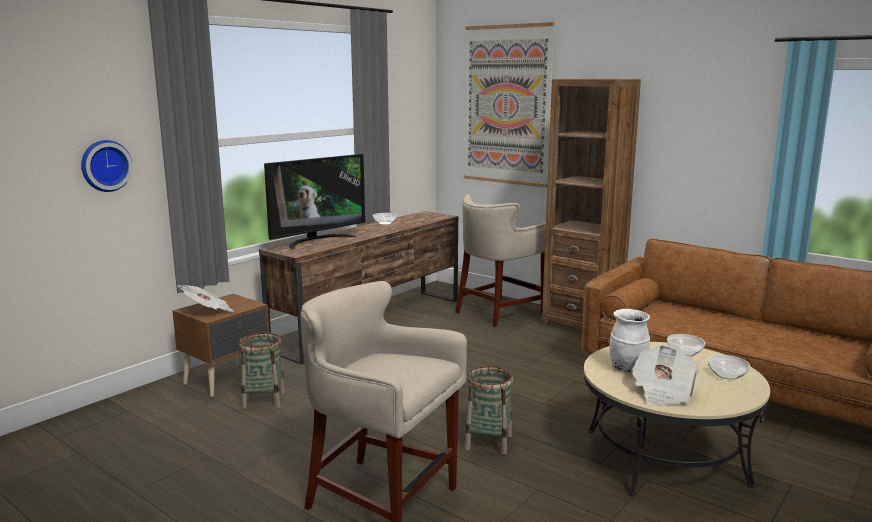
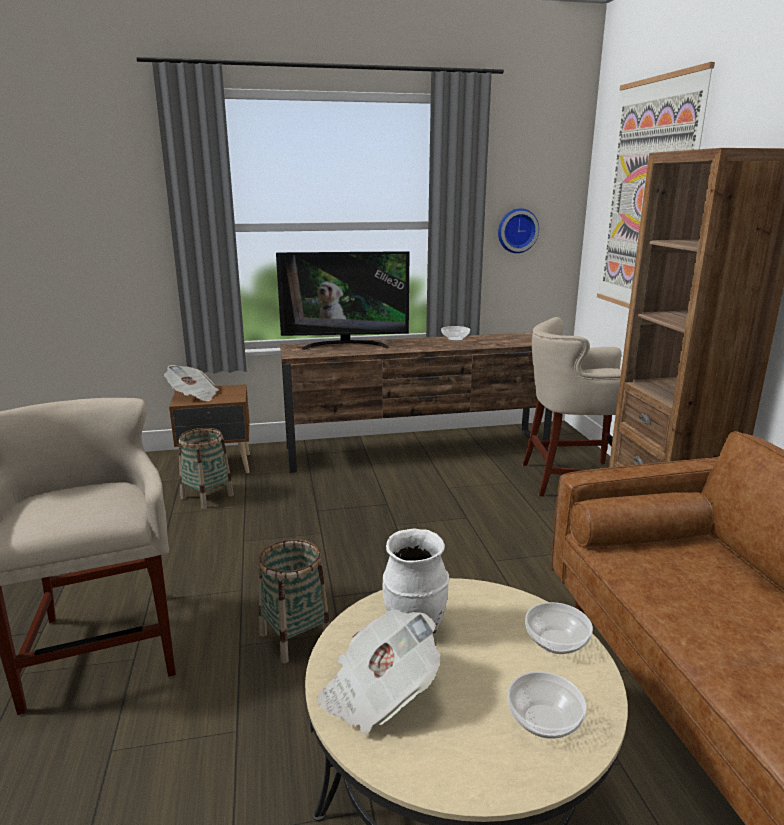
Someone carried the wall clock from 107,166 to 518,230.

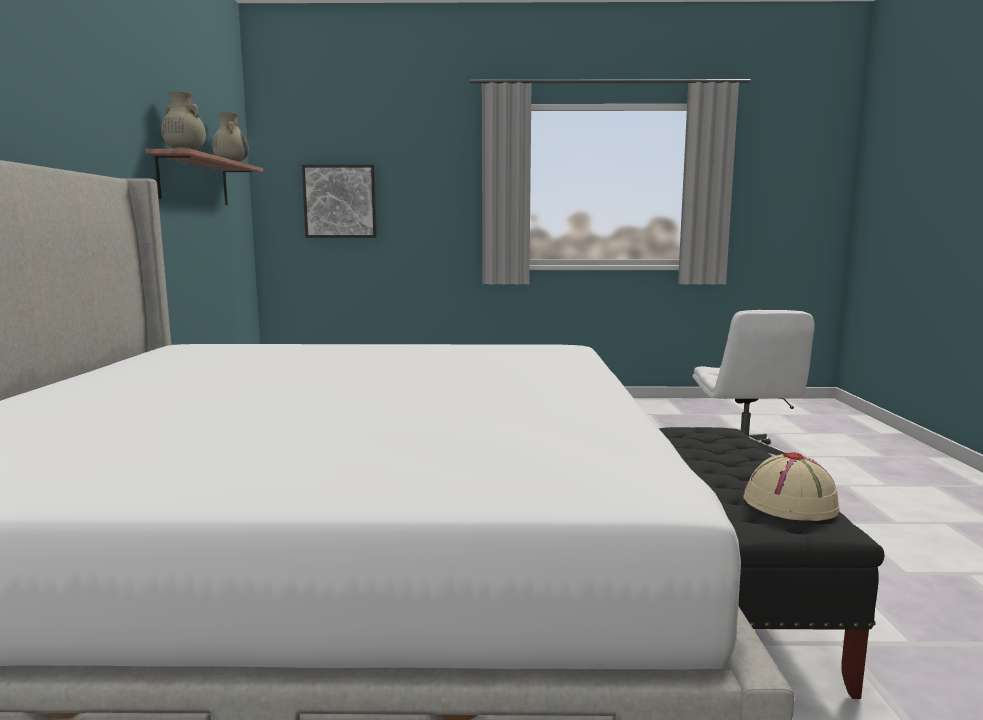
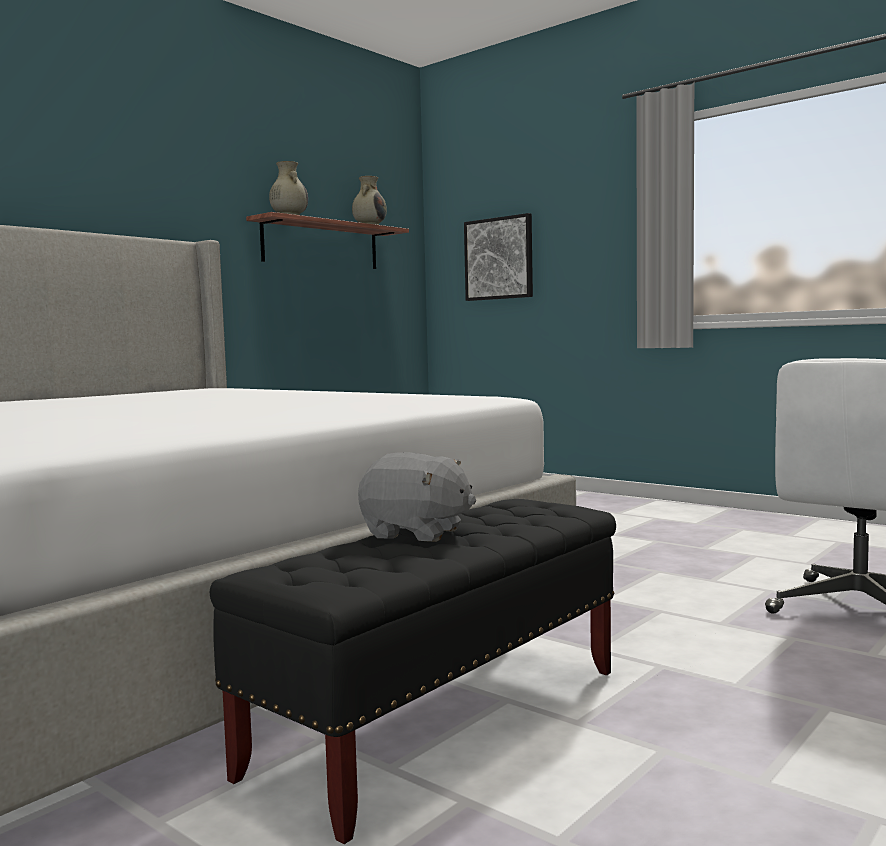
Someone put down the soft toy (greyish) at 417,497. Someone took away the hat (beige-coloured) at 791,486.

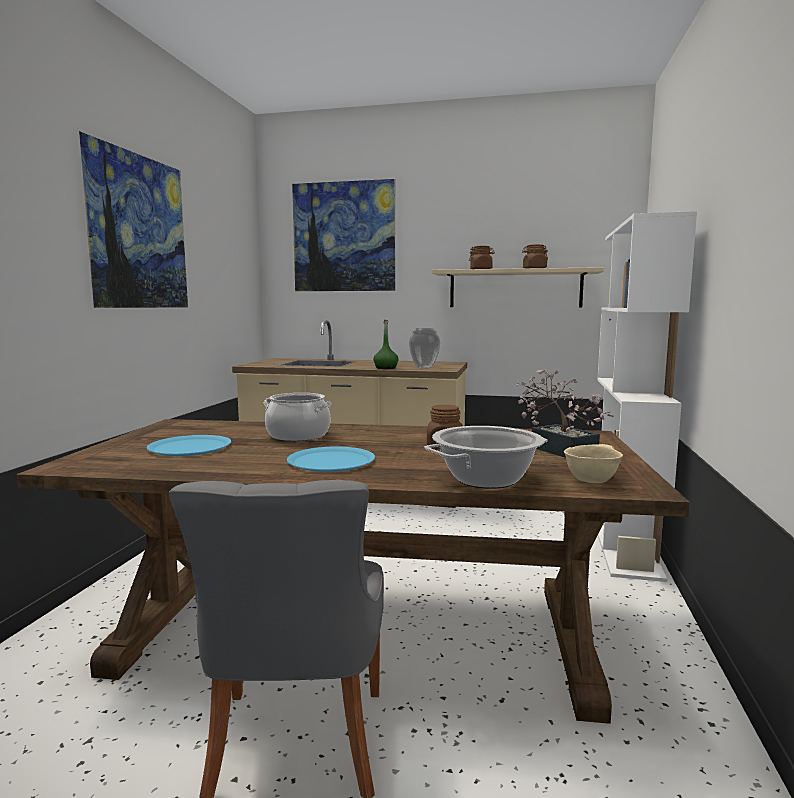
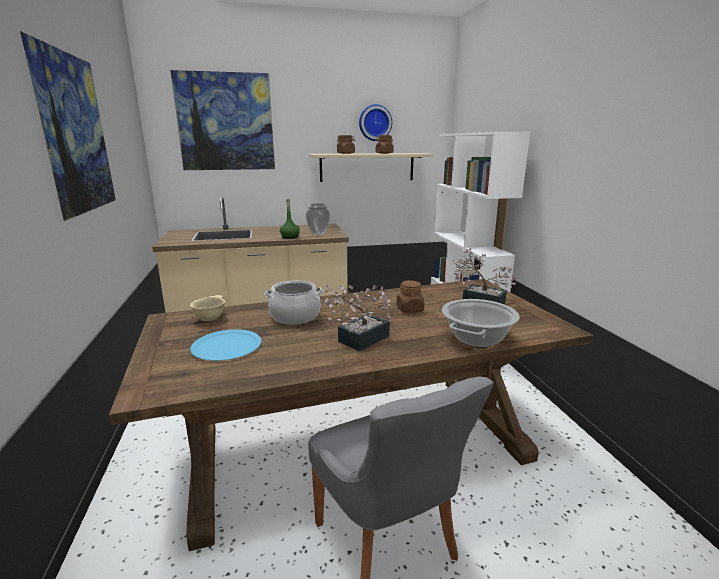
Someone carried the deep dish (beige-coloured) from 593,463 to 207,308. Someone swapped the flat dish (blue-coloured) at 331,459 for the potted plant at 357,317. Someone put up the wall clock at 375,122.

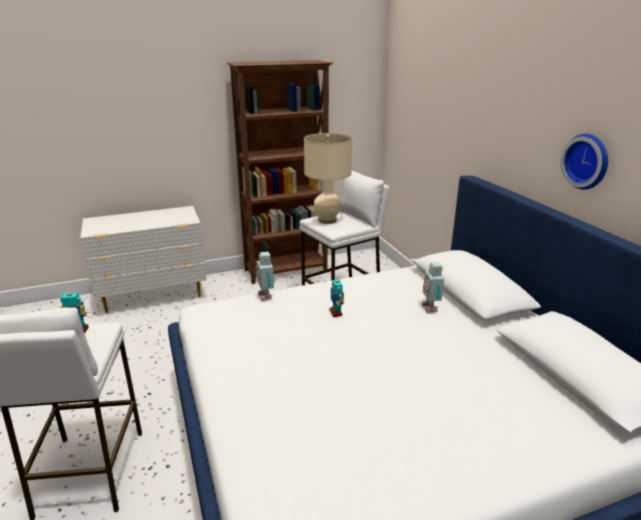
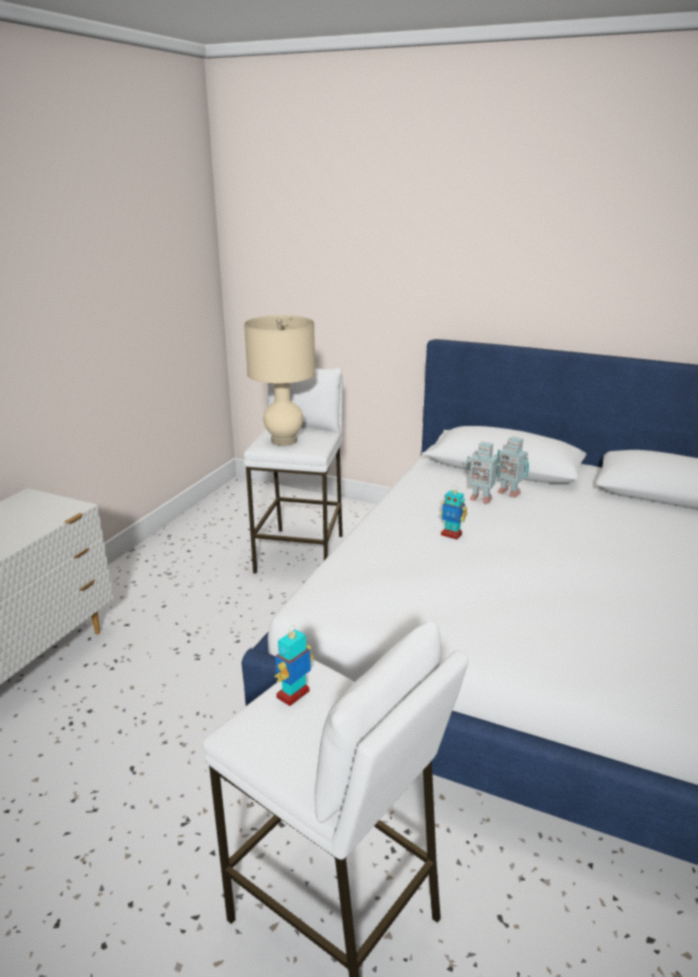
Someone carried the model robot from 265,276 to 483,473. Someone took away the shelving unit (brown) at 280,172. Someone took away the wall clock at 584,162.

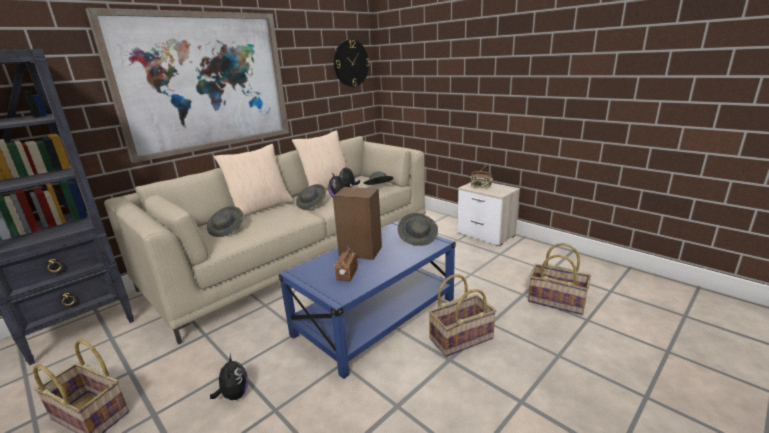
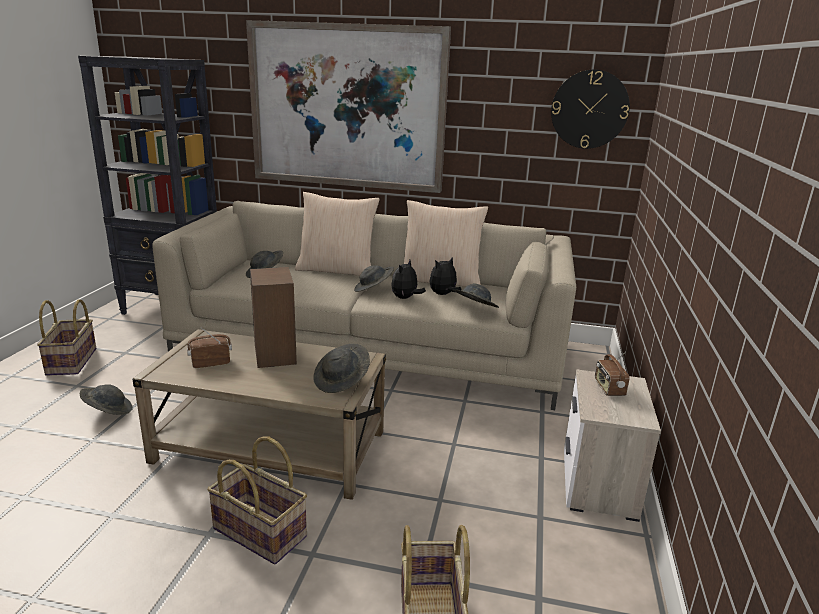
Someone swapped the soft toy at 229,377 for the hat (greyish) at 106,399. Someone repainted the low table (blue-coloured) at 366,300, which became the low table (beige-coloured) at 259,414.

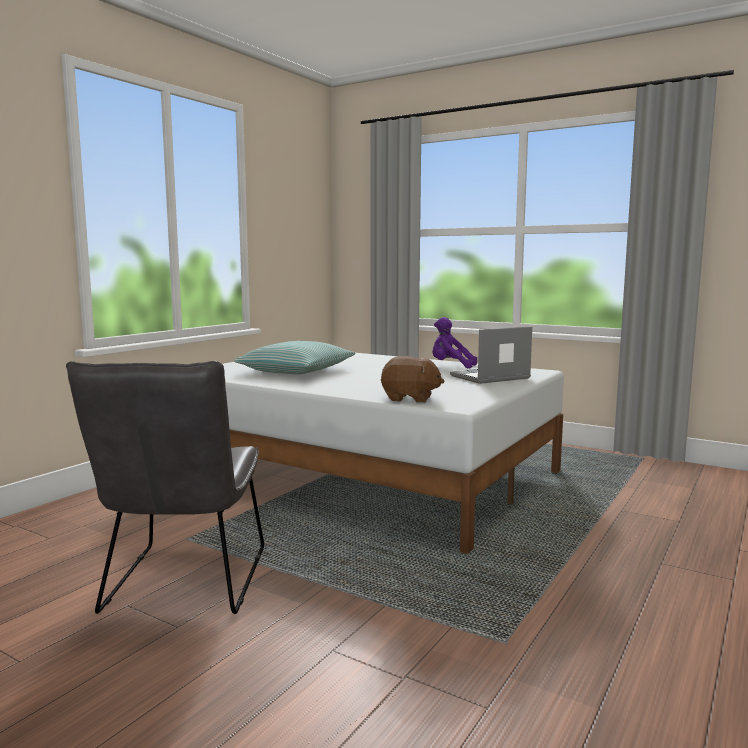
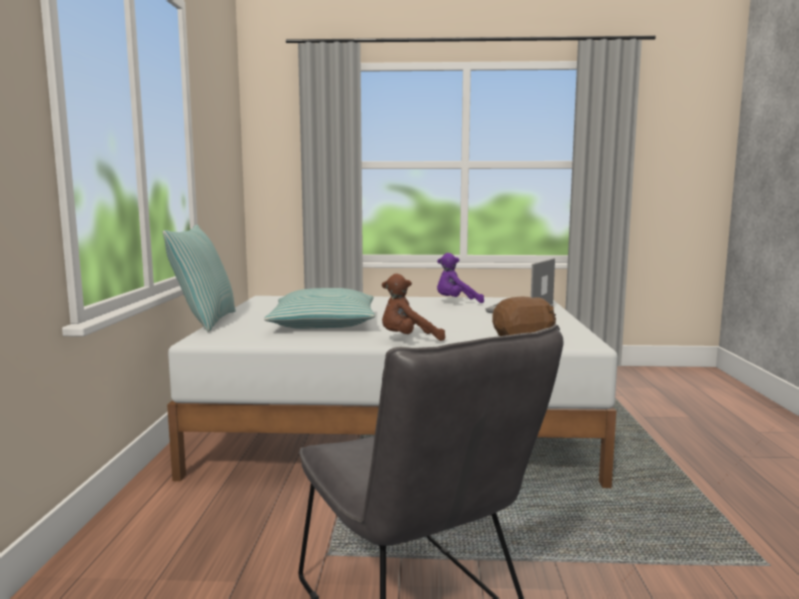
Someone put down the cushion at 199,278. Someone put down the soft toy (brown) at 413,307.

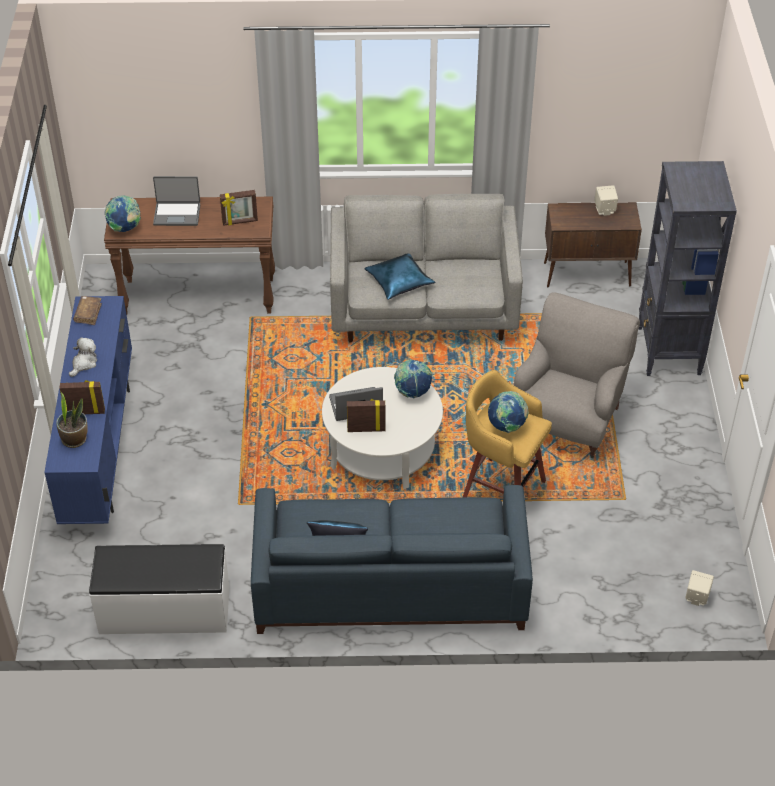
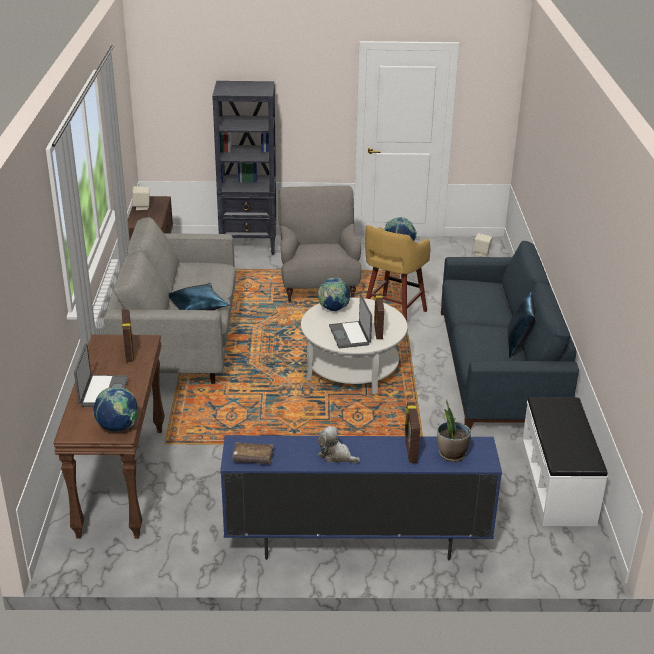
Someone rotated the armchair (greyish) at 577,375 by 60 degrees clockwise.

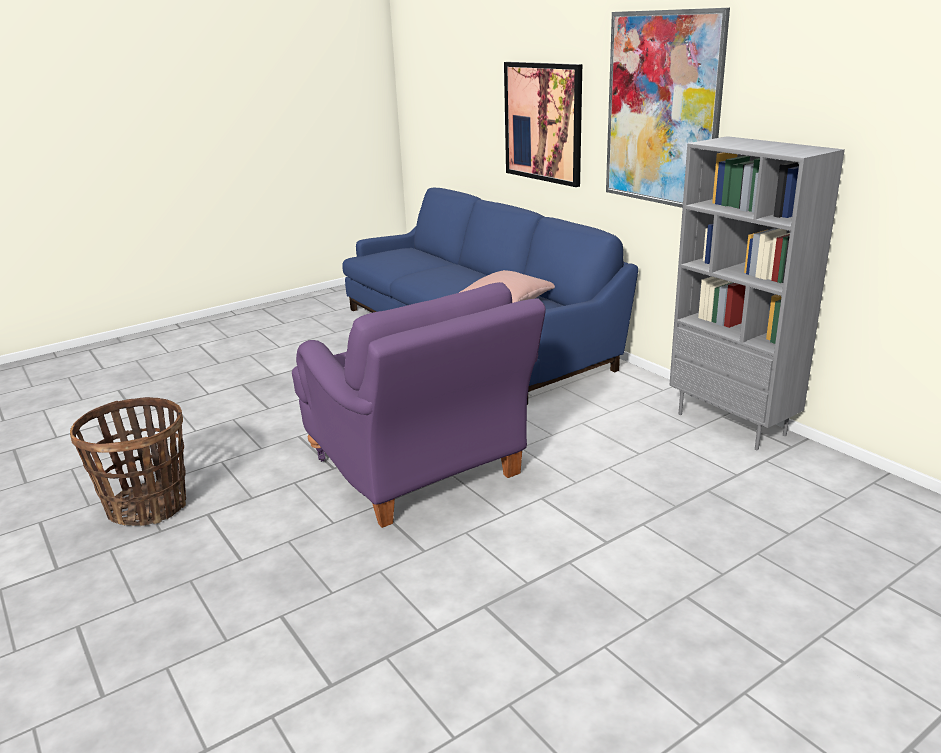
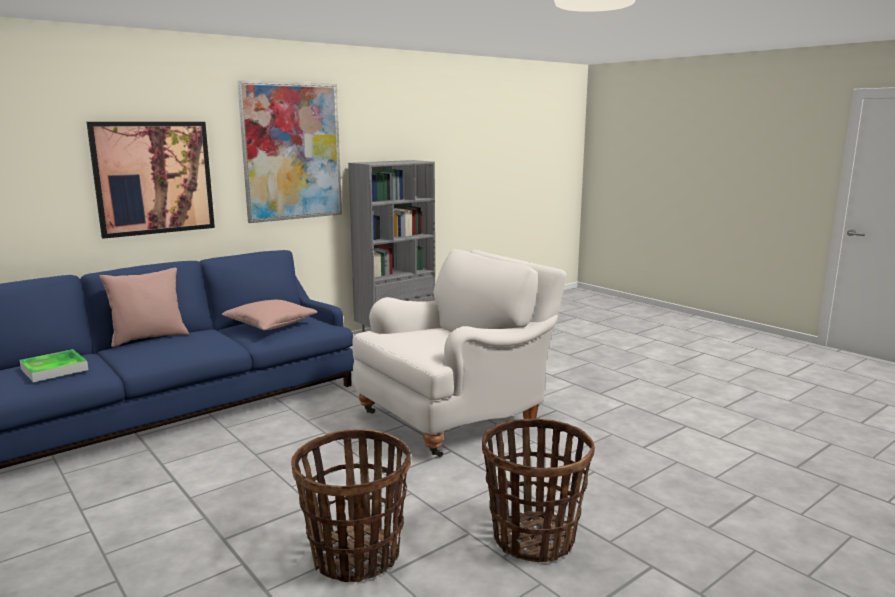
Someone put down the carrying tray at 53,365. Someone put down the cushion (pink) at 144,307. Someone put down the basket at 351,506. Someone repainted the armchair (purple-coloured) at 419,405, which became the armchair (white-coloured) at 459,353.

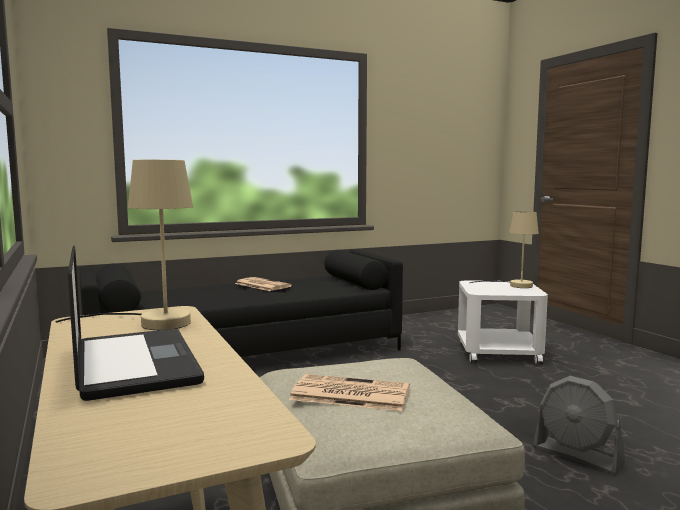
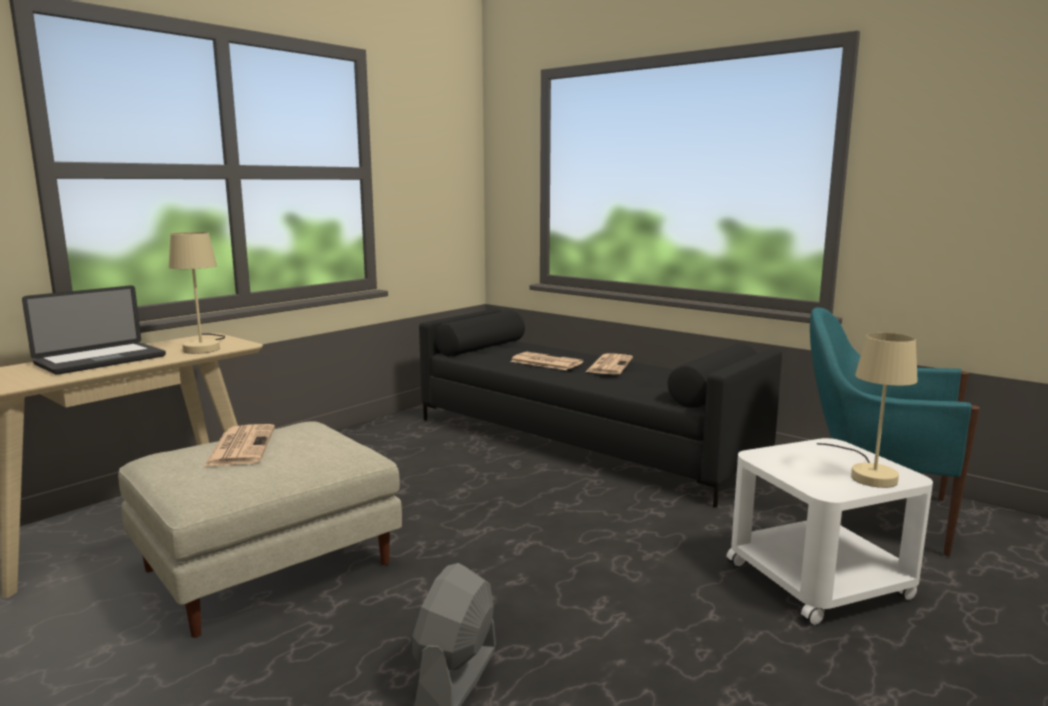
Someone put down the daily paper at 546,361. Someone put down the armchair (blue-green) at 895,431.

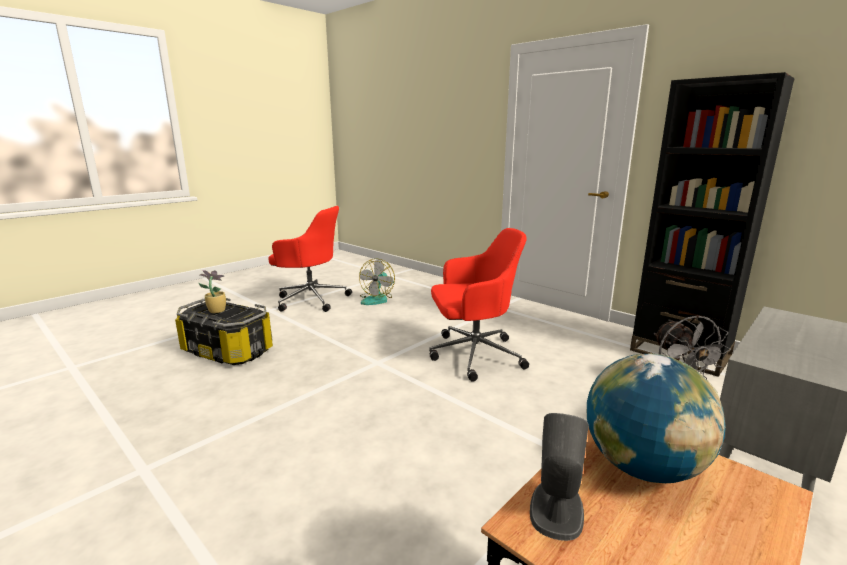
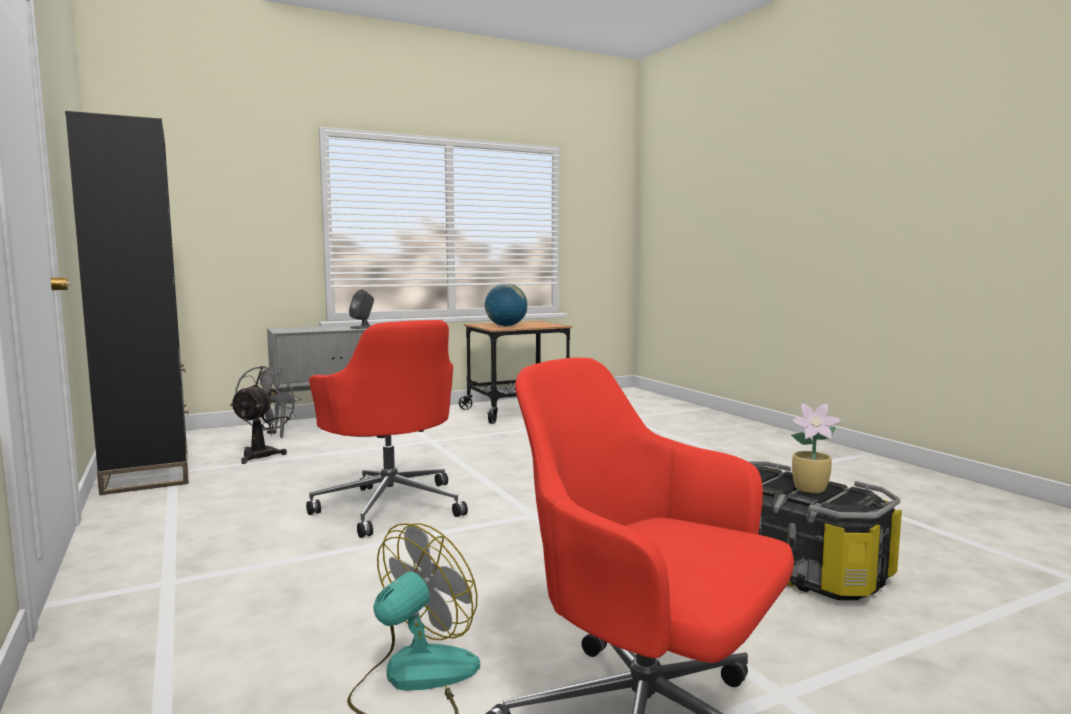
Someone rotated the computer chair (reddish) at 479,305 by 135 degrees counterclockwise. Someone carried the audio speaker (greyish) from 559,477 to 361,309.

